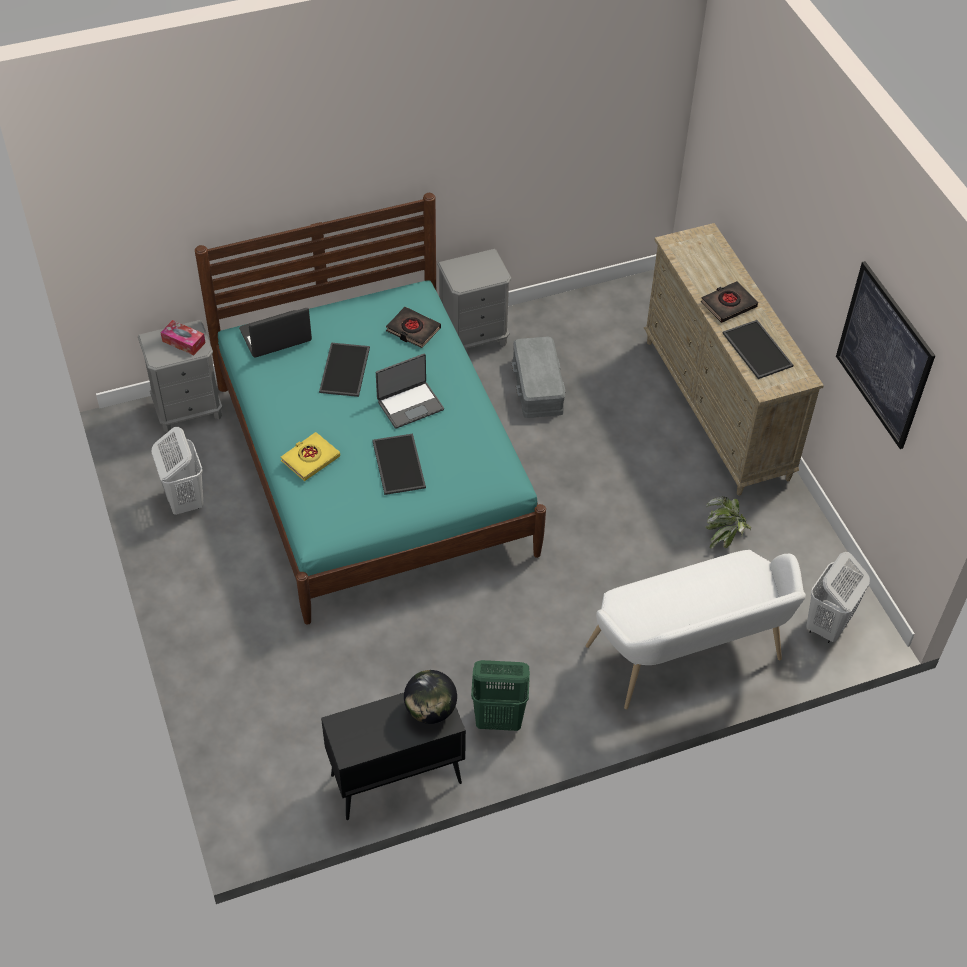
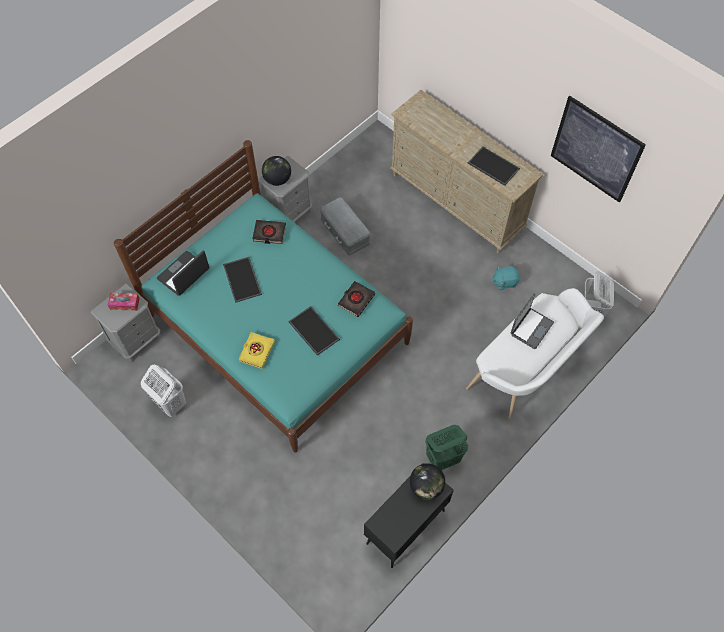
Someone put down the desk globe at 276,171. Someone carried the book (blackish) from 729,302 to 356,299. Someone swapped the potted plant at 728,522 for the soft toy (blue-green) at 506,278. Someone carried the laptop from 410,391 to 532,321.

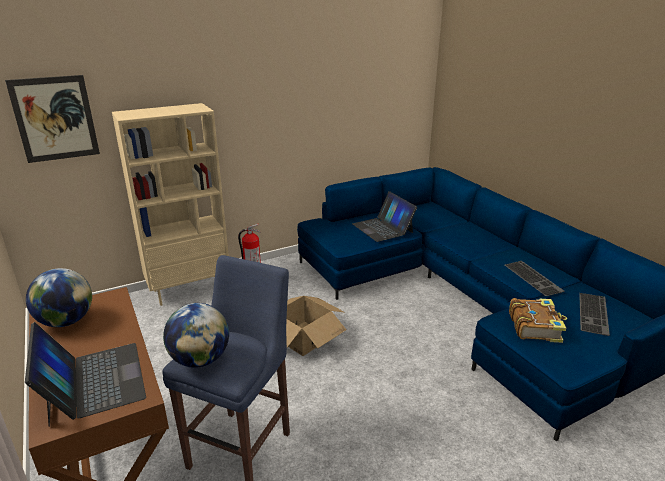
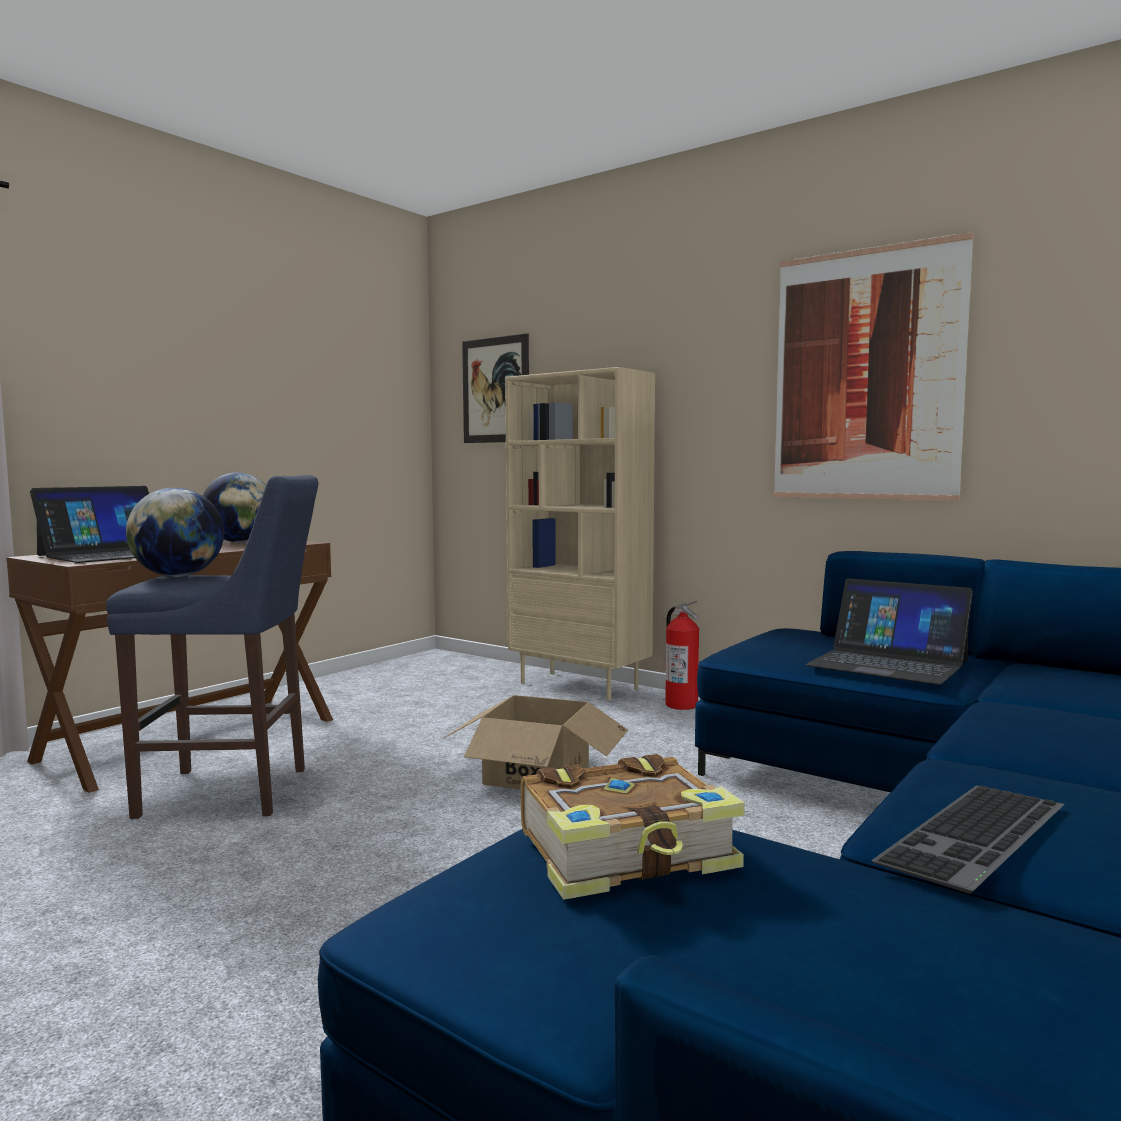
Someone put up the wall picture at 874,366. Someone rotated the laptop at 384,216 by 90 degrees counterclockwise. Someone took away the computer keyboard at 594,314.

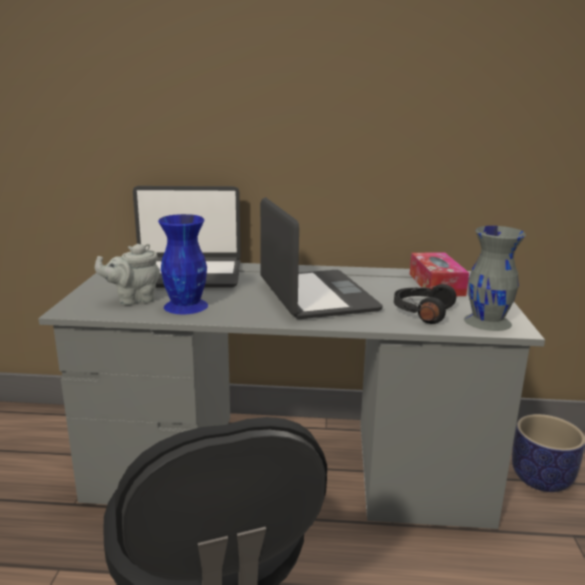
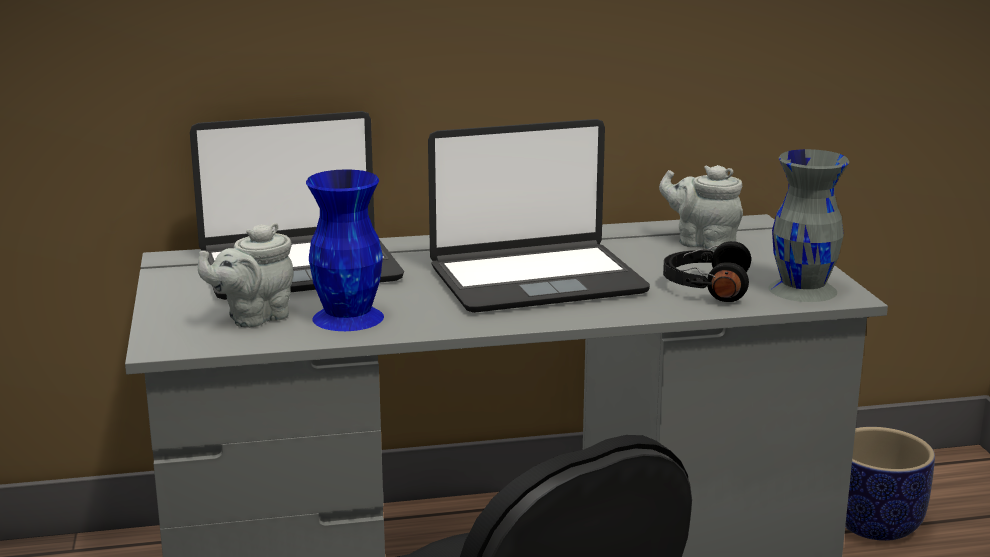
Someone rotated the laptop at 321,258 by 105 degrees clockwise. Someone swapped the tissue box at 439,274 for the teapot (greyish) at 701,208.

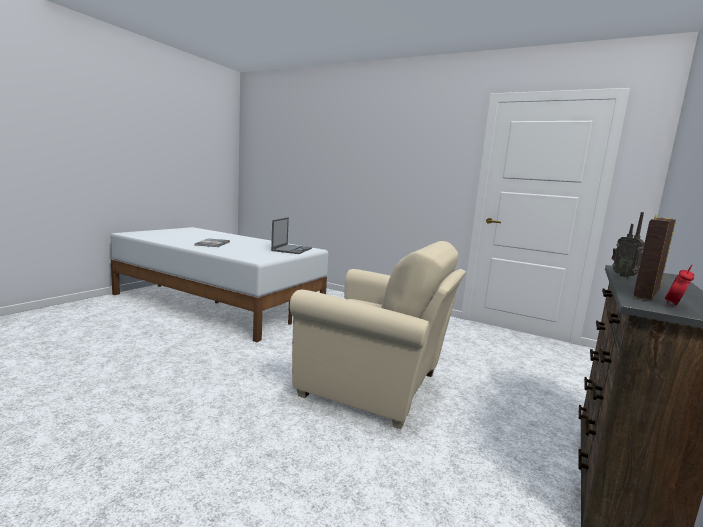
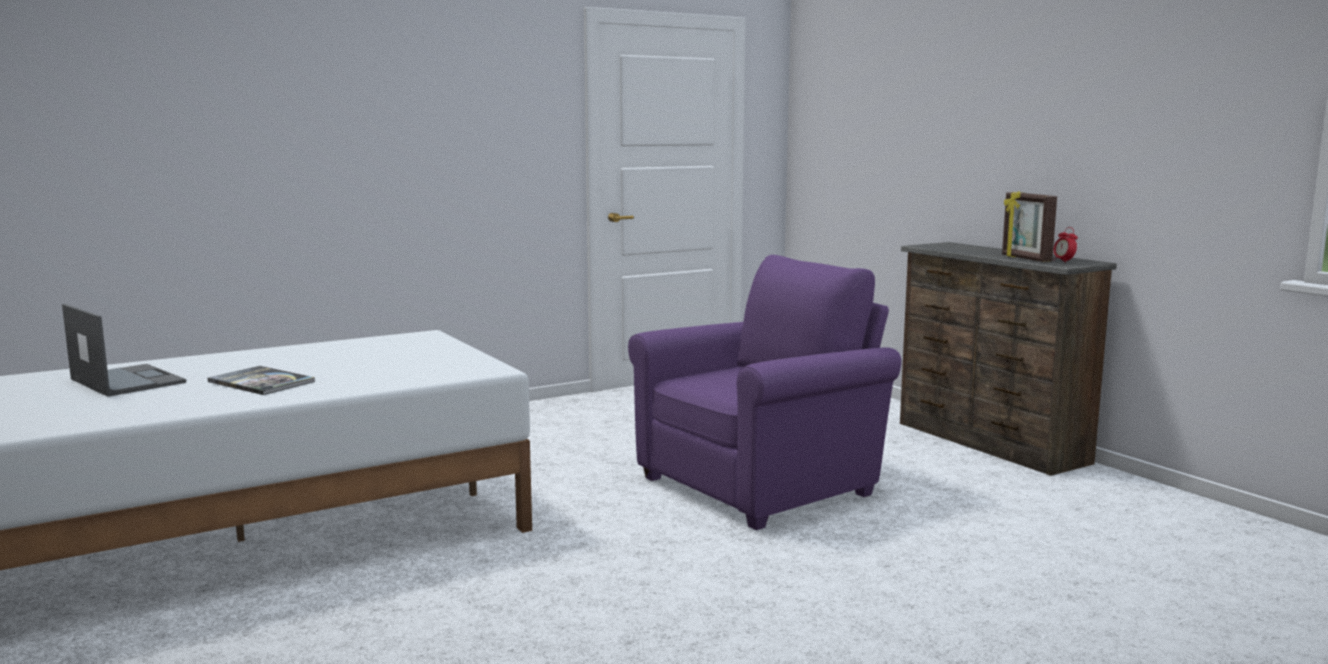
Someone carried the laptop from 291,235 to 124,350. Someone repainted the armchair (beige-coloured) at 378,335, which became the armchair (purple-coloured) at 764,392. Someone took away the radio at 627,244.

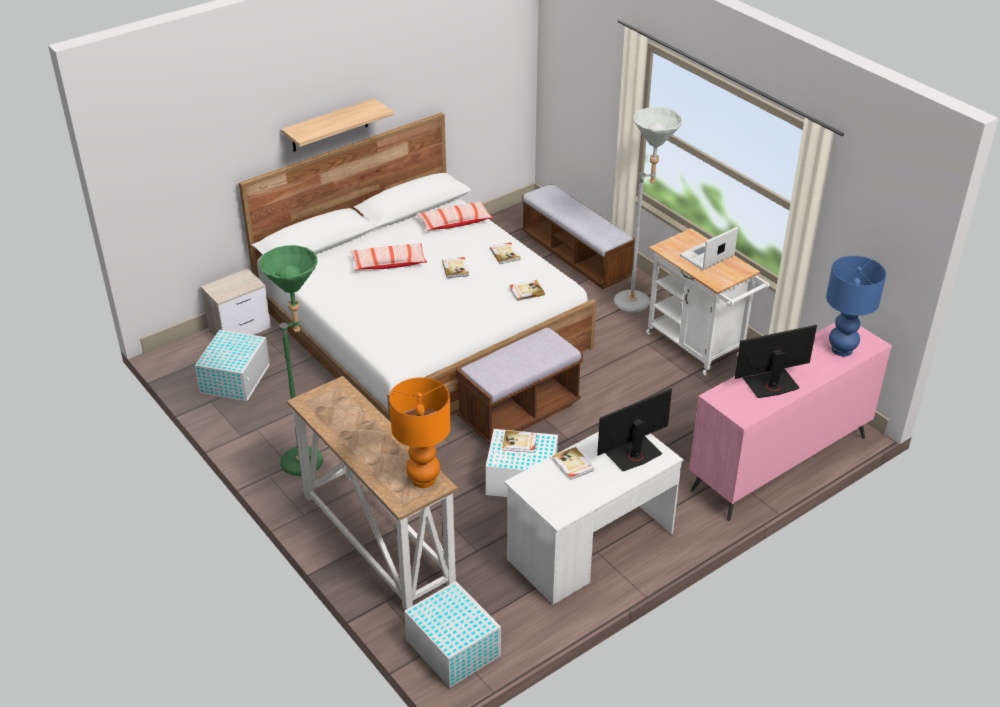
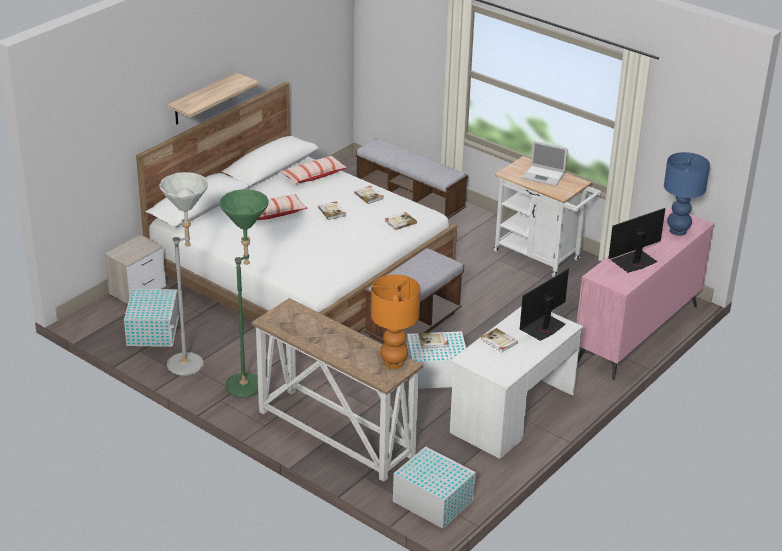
Someone carried the standard lamp (greyish) from 648,210 to 183,274. Someone rotated the laptop at 709,248 by 105 degrees counterclockwise.

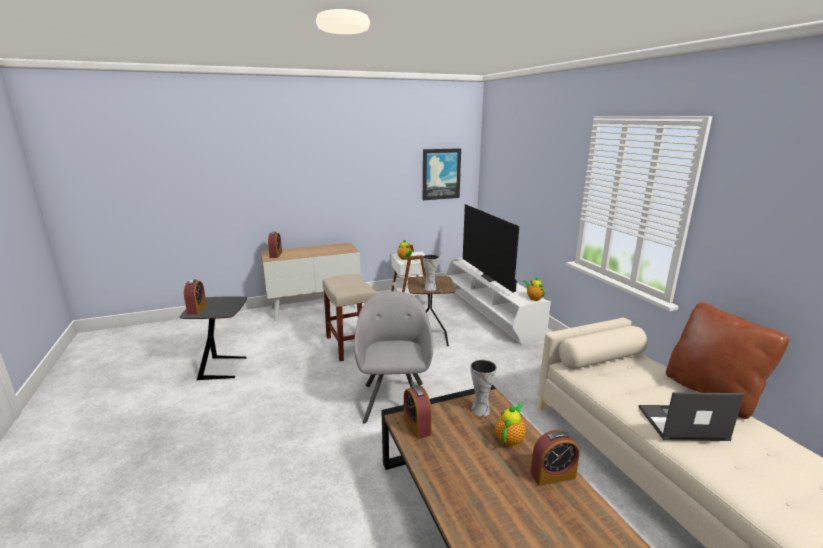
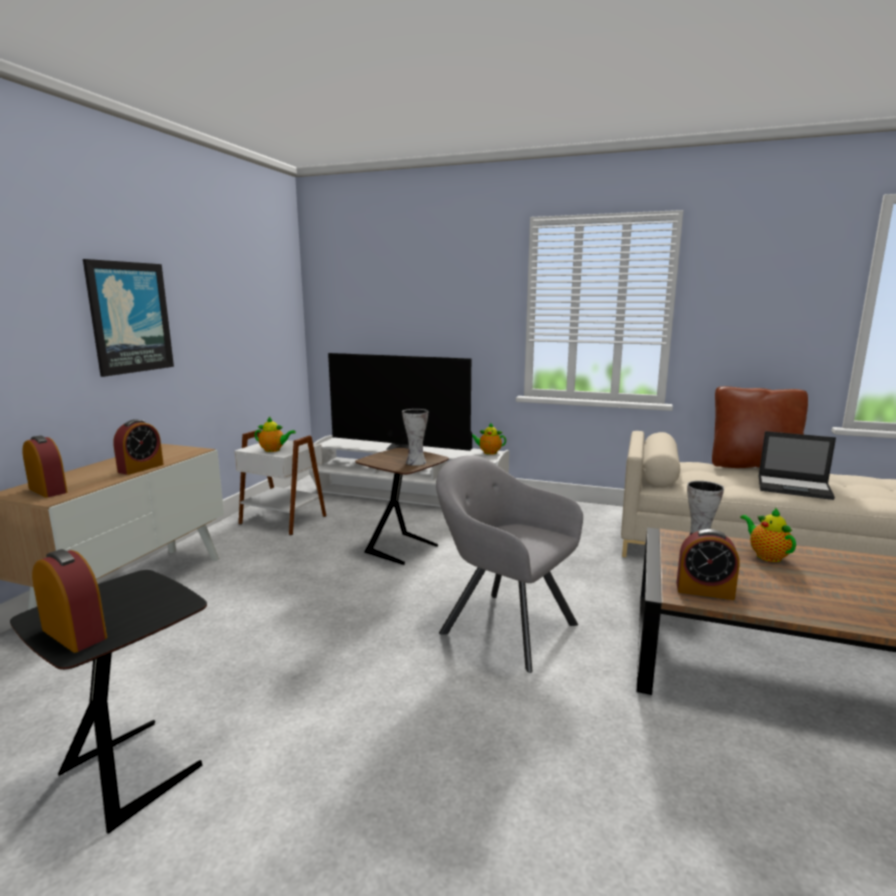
Someone carried the wall picture from 442,174 to 128,318. Someone carried the table clock from 555,458 to 138,447. Someone rotated the laptop at 691,416 by 105 degrees counterclockwise. Someone took away the sitting stool (beige-coloured) at 350,317.

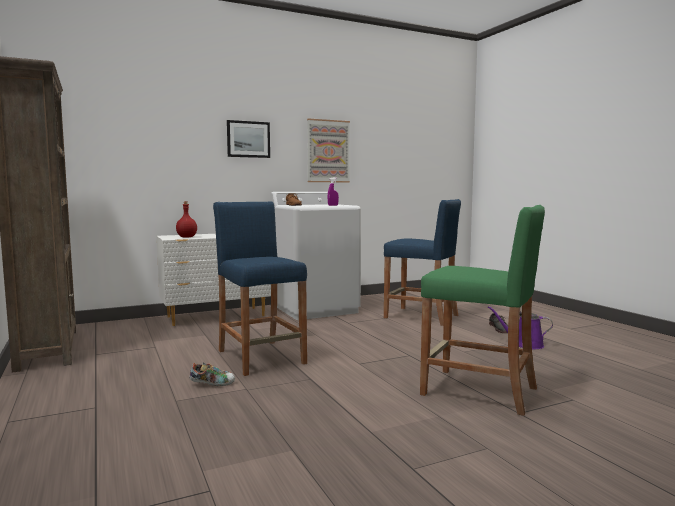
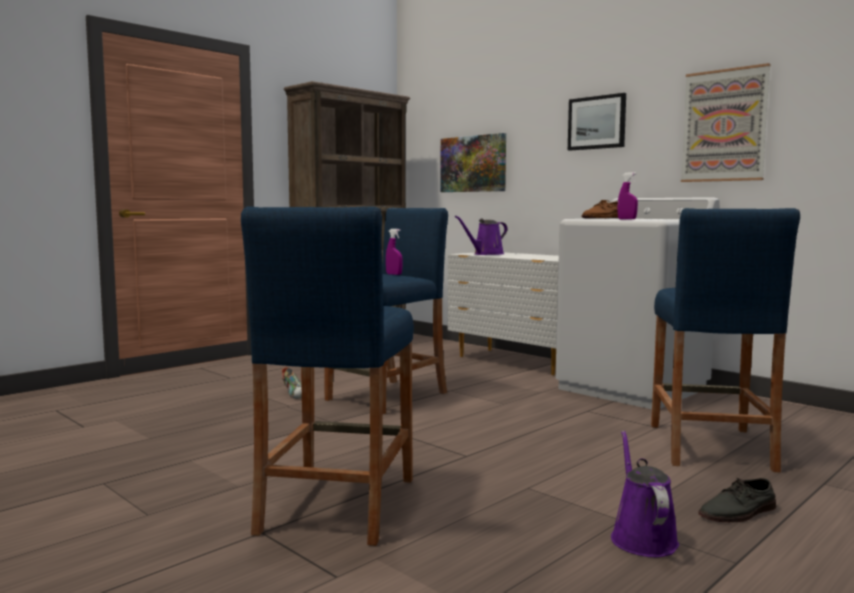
Someone repainted the sitting stool (greenish) at 482,310, which became the sitting stool (blue-coloured) at 327,376. Someone put down the hand sprayer (purple-coloured) at 394,252. Someone put up the wall picture at 473,162. Someone swapped the drink bottle (reddish) at 186,219 for the sprinkling can (purple-coloured) at 481,235.

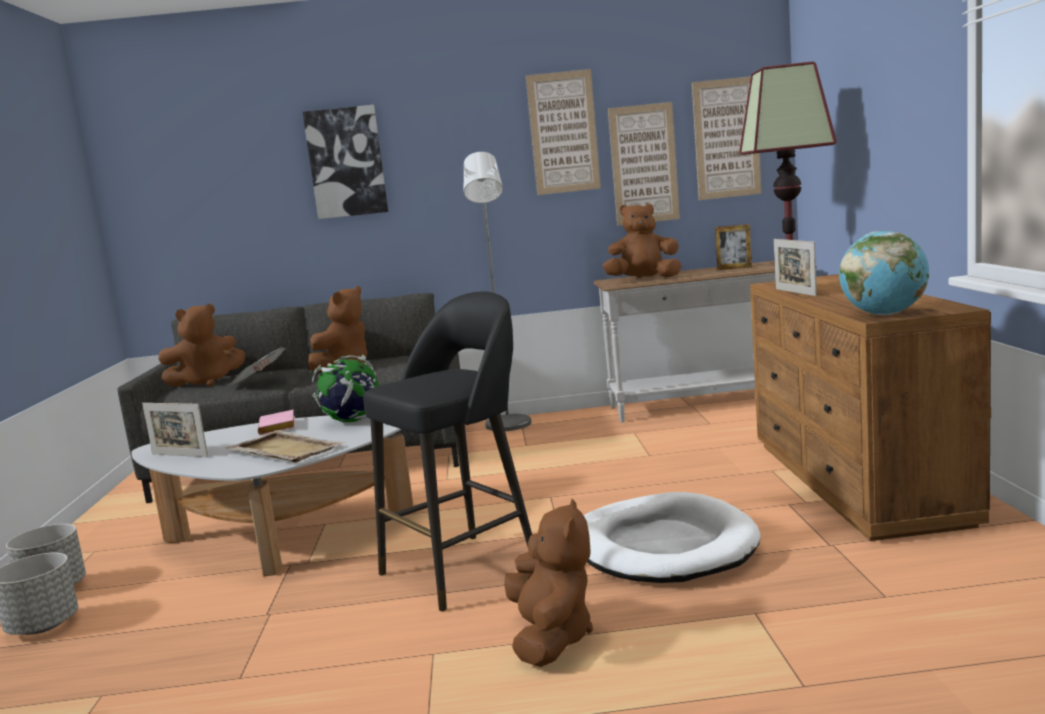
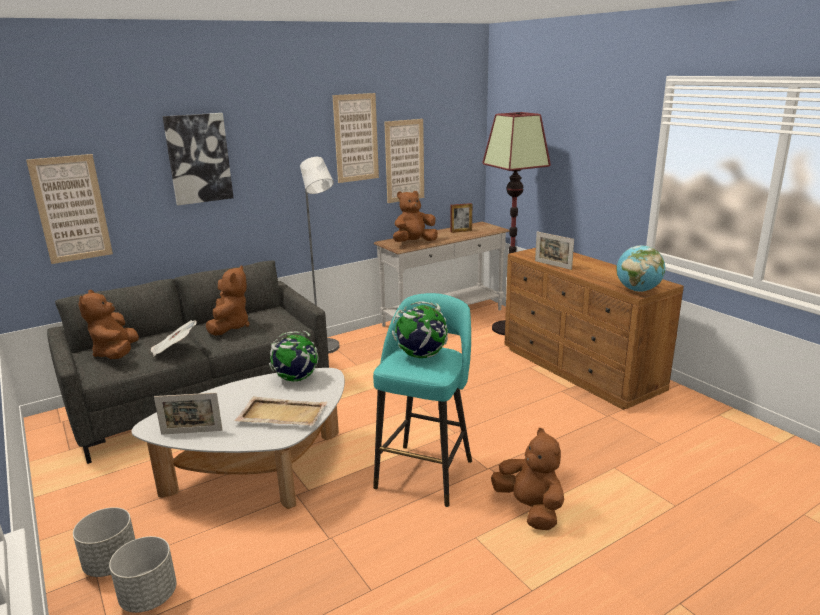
Someone carried the wall picture from 727,138 to 69,209. Someone rotated the soft toy (brown) at 201,345 by 135 degrees clockwise. Someone repainted the sitting stool (blackish) at 447,451, which became the sitting stool (blue-green) at 422,400. Someone put down the desk globe at 420,330. Someone took away the book (pink) at 276,422. Someone took away the dog bed (white-coloured) at 672,537.

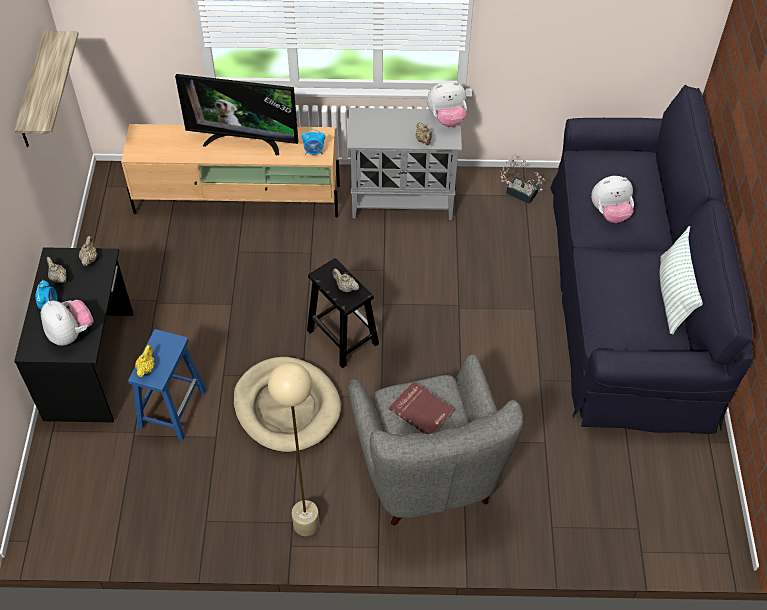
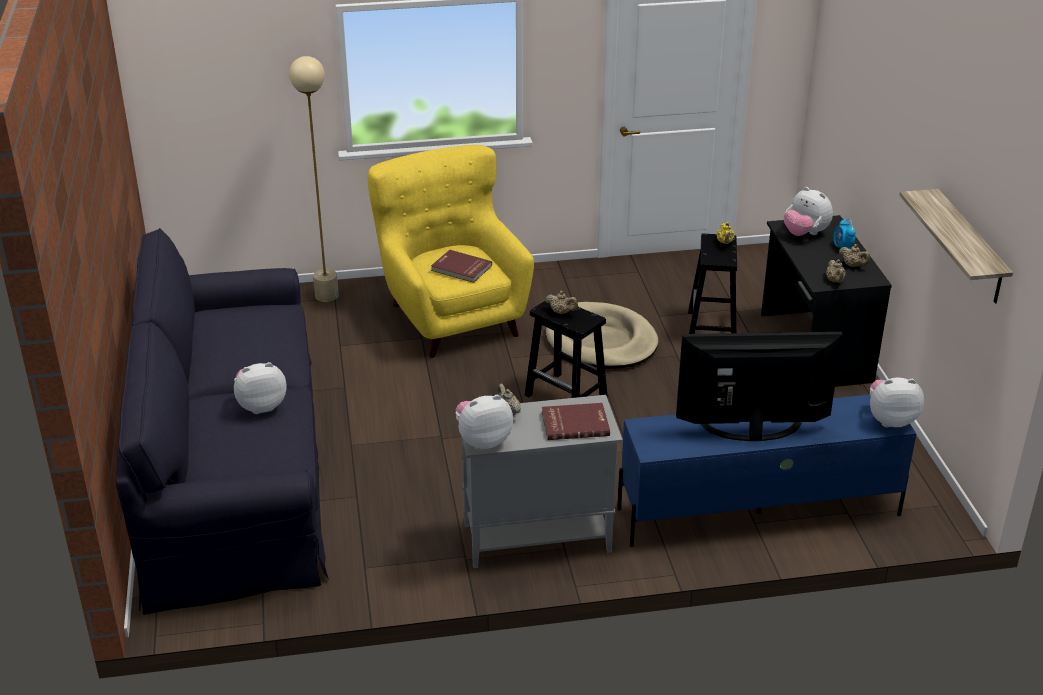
Someone carried the standard lamp (beige-coloured) from 293,449 to 314,179. Someone repainted the armchair (greyish) at 436,440, which became the armchair (yellow-coloured) at 451,251. Someone put down the book (reddish) at 576,421. Someone repainted the tv stand (beige-coloured) at 230,171, which became the tv stand (blue-coloured) at 766,470. Someone repainted the sitting stool (blue-coloured) at 167,384, which became the sitting stool (blackish) at 712,284. Someone put down the soft toy at 897,402. Someone took away the table clock at 313,142. Someone took away the potted plant at 522,179. Someone took away the cushion at 681,280.

